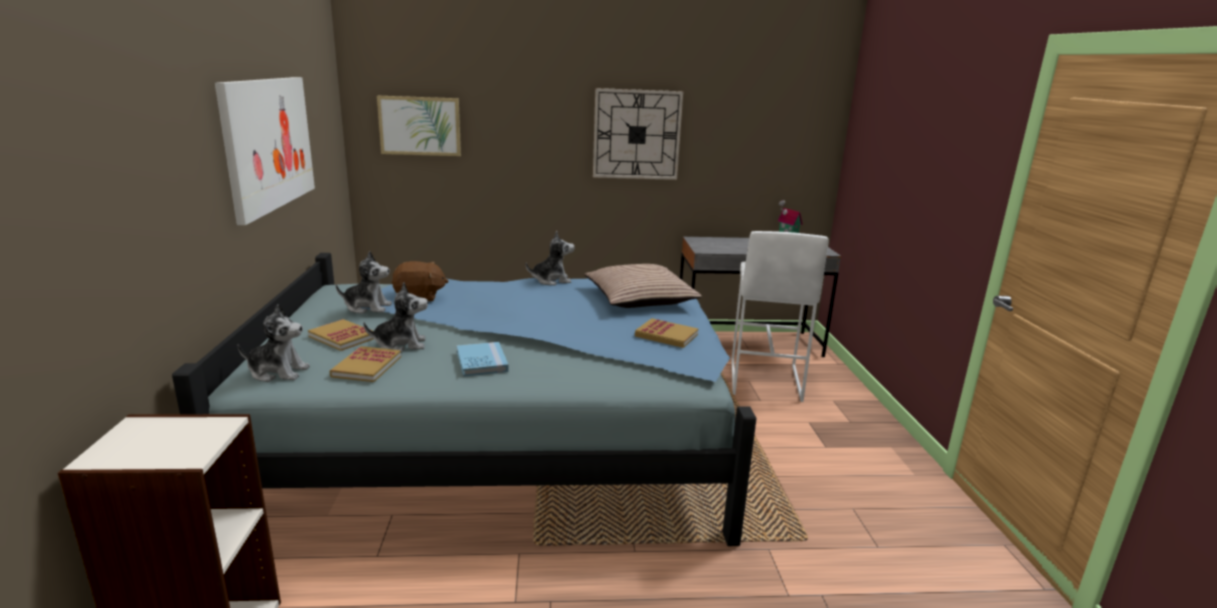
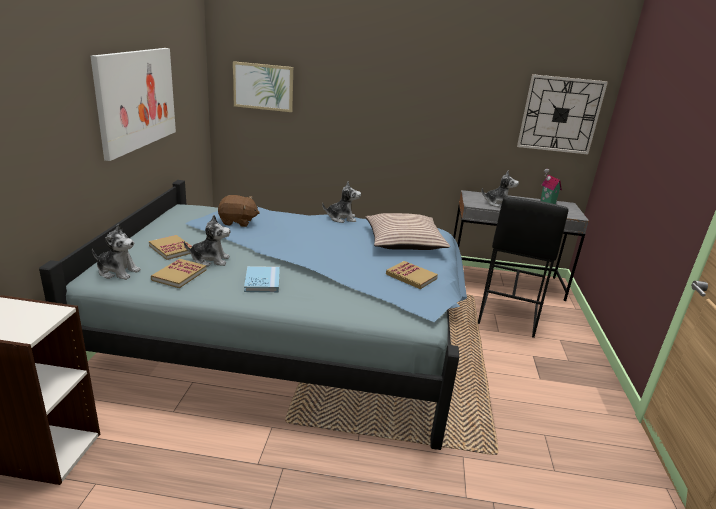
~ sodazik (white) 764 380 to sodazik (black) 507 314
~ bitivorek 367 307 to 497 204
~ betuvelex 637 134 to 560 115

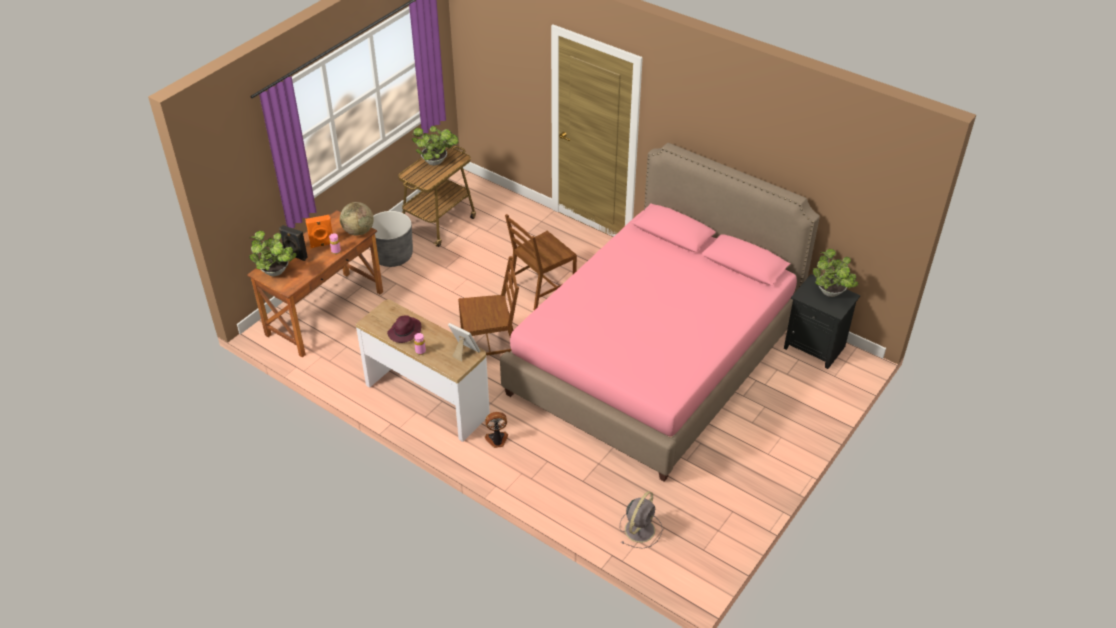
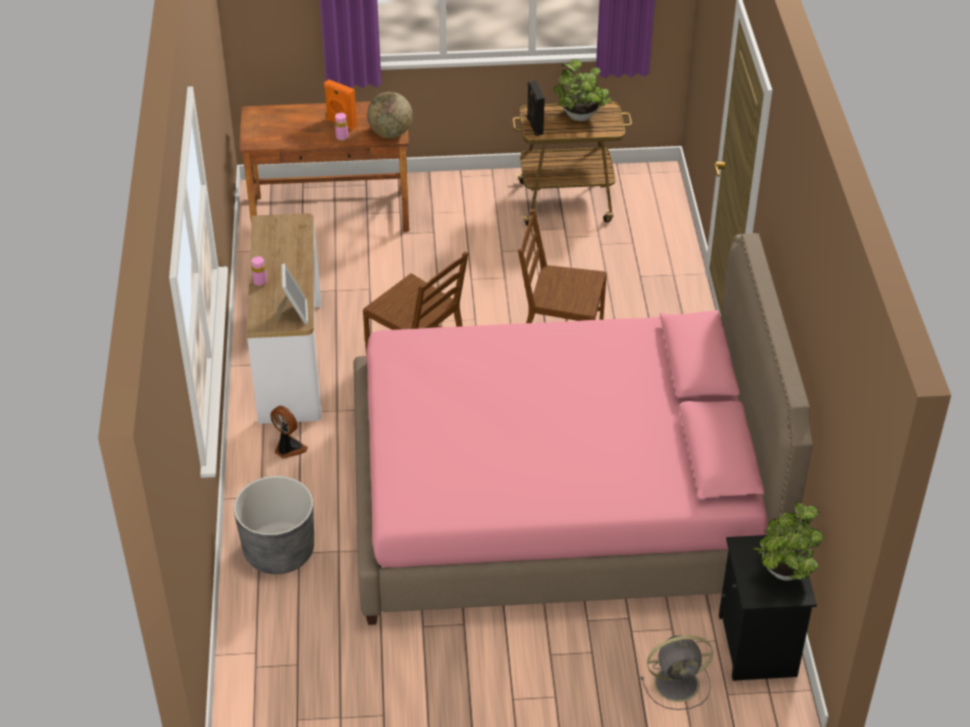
~ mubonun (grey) 392 256 to 279 551
~ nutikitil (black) 295 256 to 534 126
~ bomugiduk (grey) 640 529 to 678 683
- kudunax 277 272
- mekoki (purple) 404 332

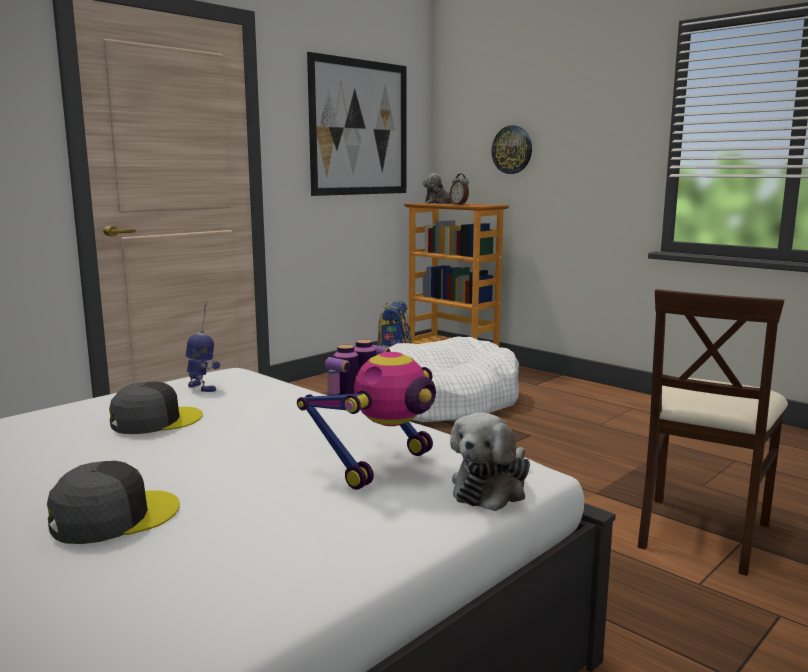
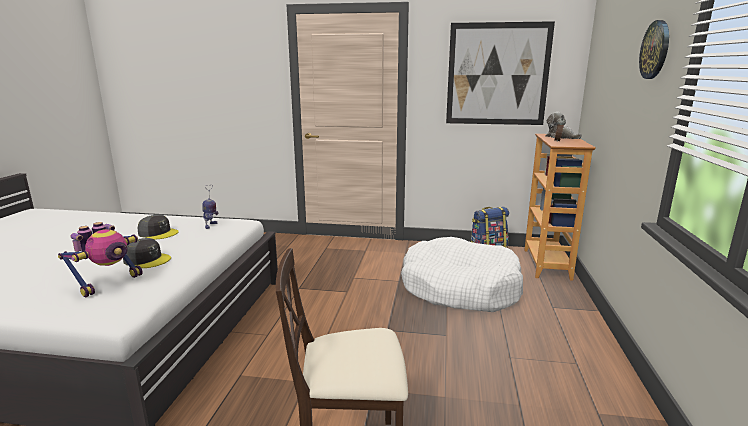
~ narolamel 378 464 = 109 283 60 degrees counterclockwise
~ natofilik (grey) 113 517 to 147 260
~ betuvelex 512 150 to 655 50
- bitivorek 491 488

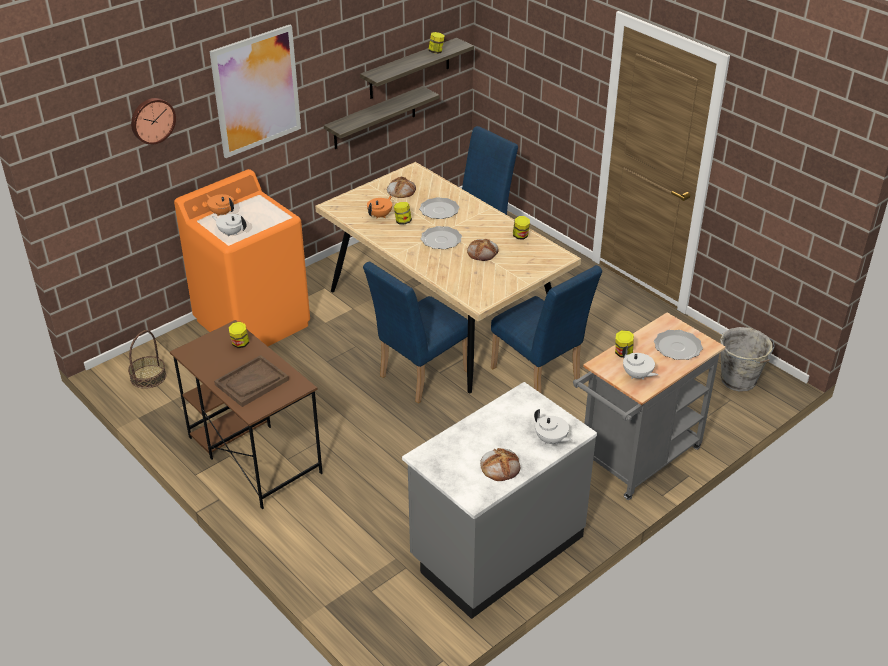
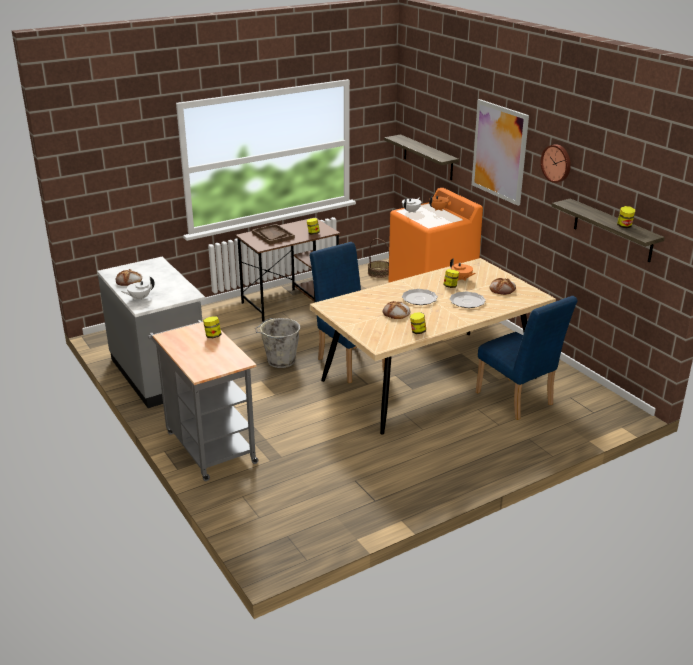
~ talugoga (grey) 739 381 to 280 361
~ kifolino 374 118 to 428 157
~ betuvelex 152 120 to 557 163
- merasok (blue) 539 377
- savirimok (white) 637 375
- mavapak 678 347

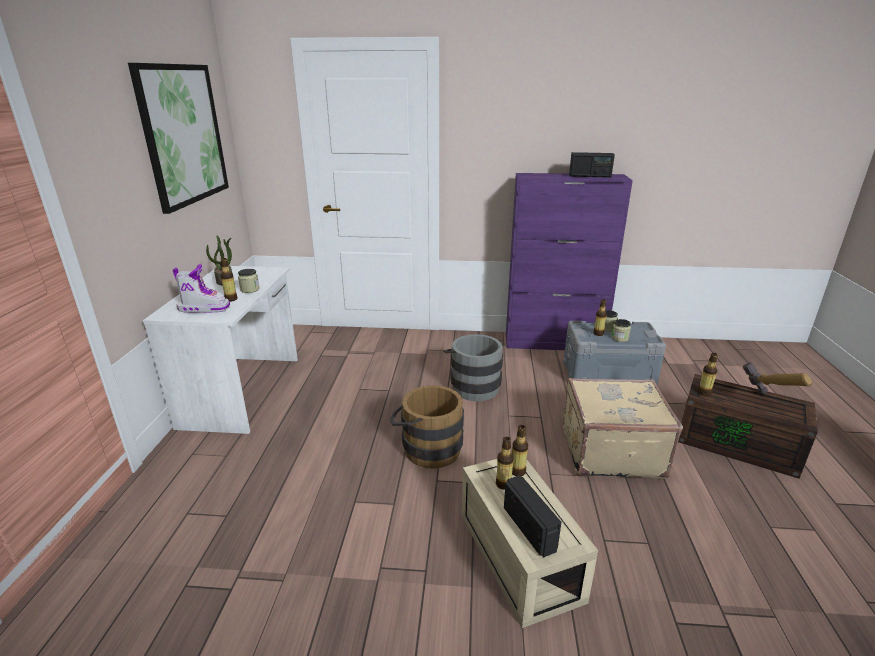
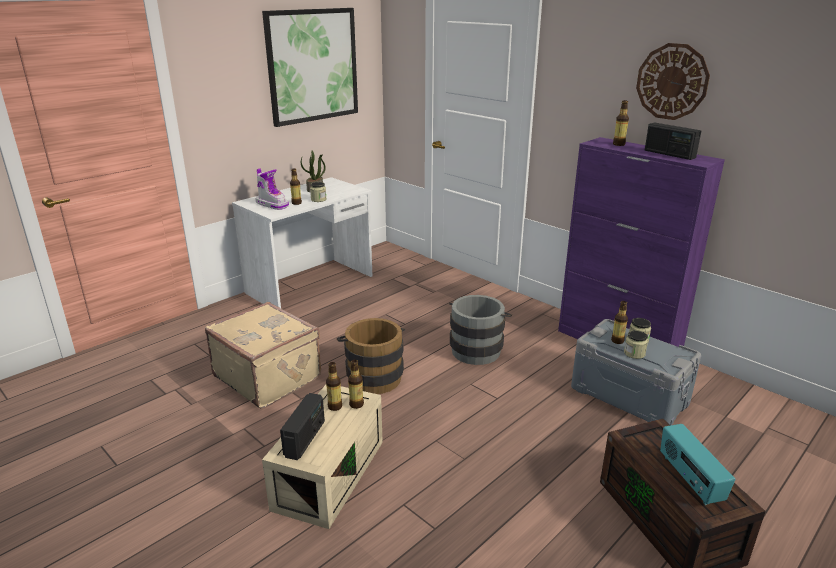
~ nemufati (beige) 610 451 to 269 376
~ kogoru 704 392 to 618 144
+ betuvelex 672 81
~ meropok 764 404 to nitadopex 689 479

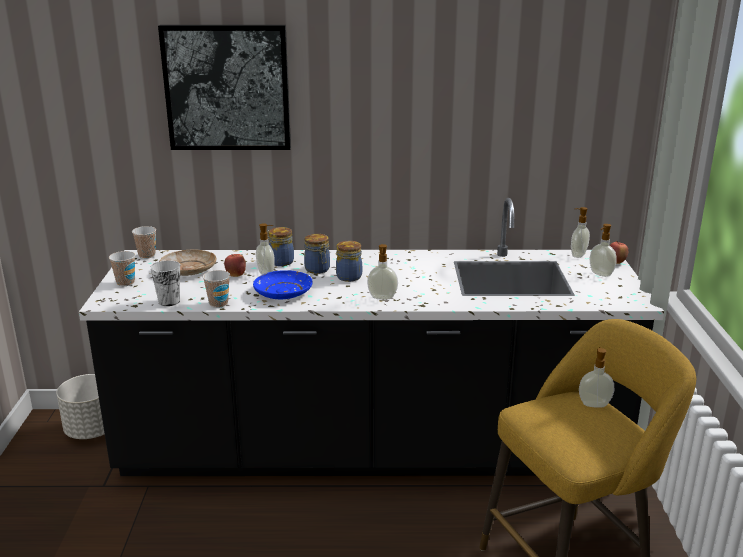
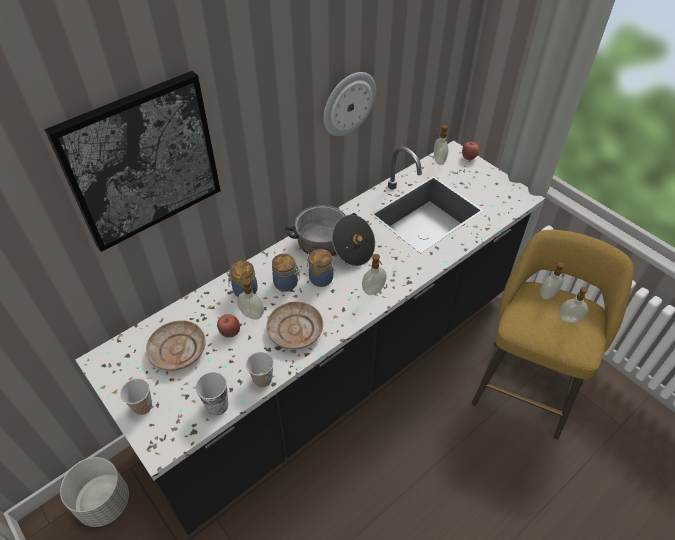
~ mavapak (blue) 283 292 to mavapak (beige) 295 330
+ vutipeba 333 246
+ betuvelex 348 103
~ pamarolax 600 274 to 569 319
- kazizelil 147 255

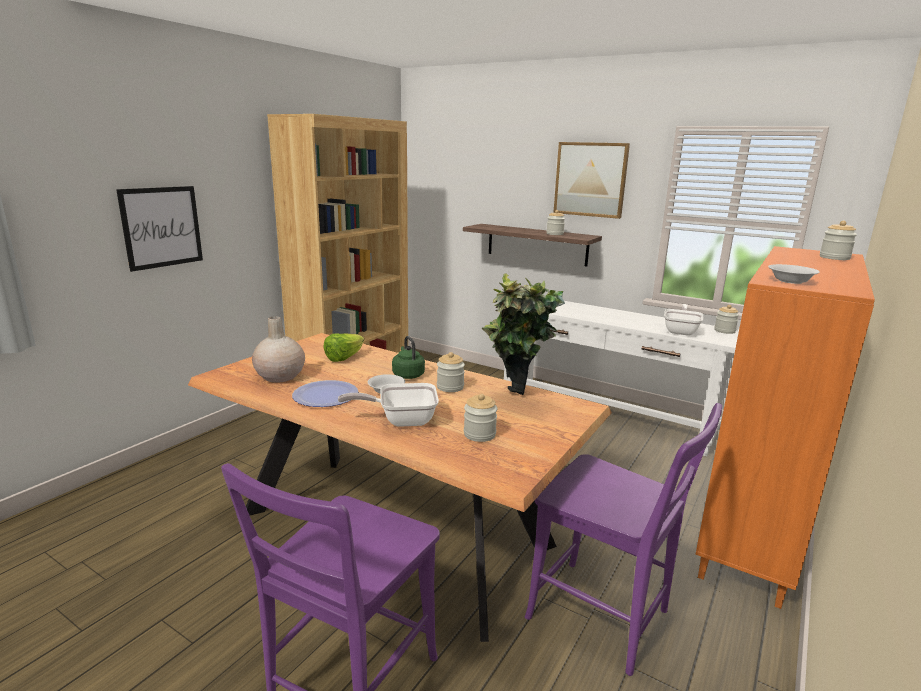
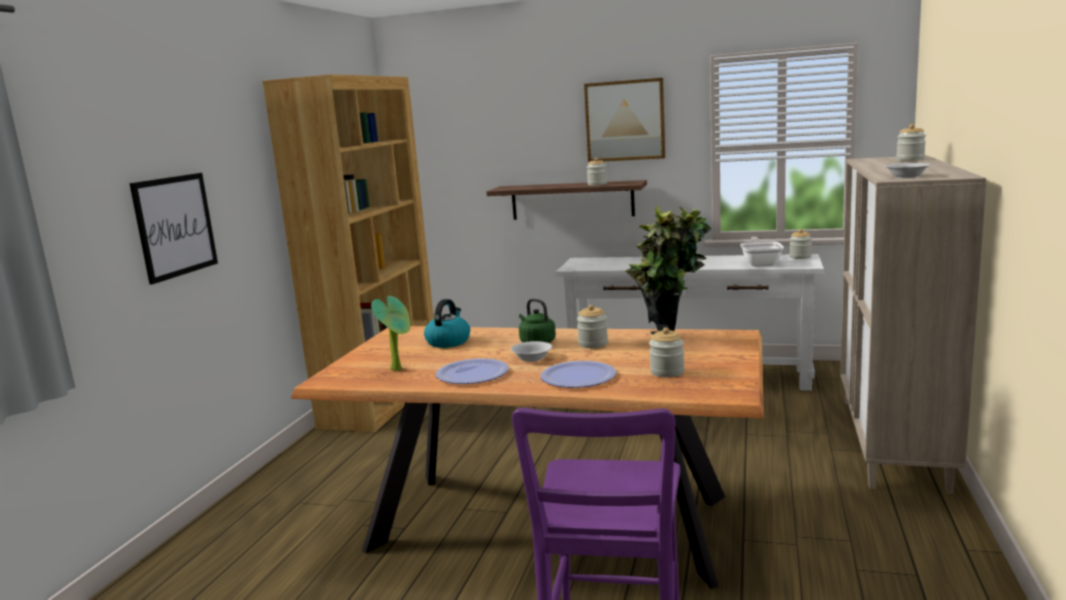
~ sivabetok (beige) 280 377 to kudunax 399 369
~ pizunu 344 358 to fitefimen 448 341
~ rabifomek 401 420 to mavapak 578 376
~ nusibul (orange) 752 532 to nusibul (beige) 892 442
- merasok (purple) 605 618

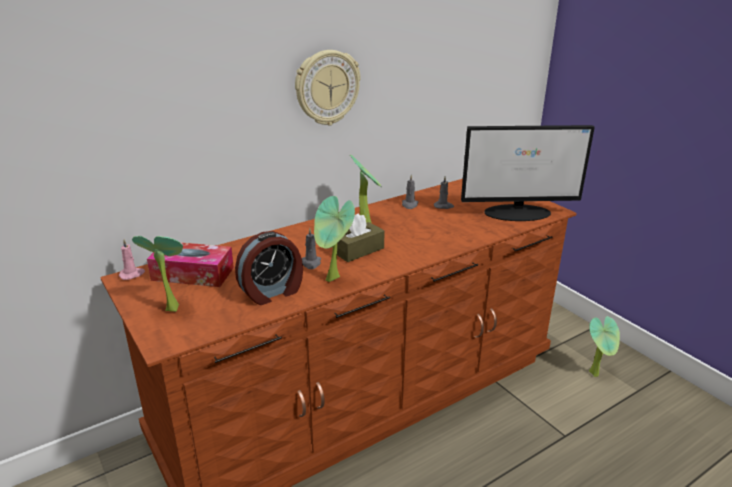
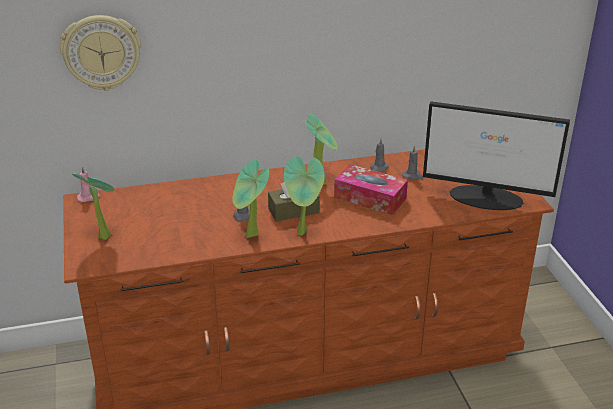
~ betuvelex 327 87 to 101 52
~ kudunax 596 374 to 303 233
~ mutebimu 193 274 to 370 198
- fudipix 272 292

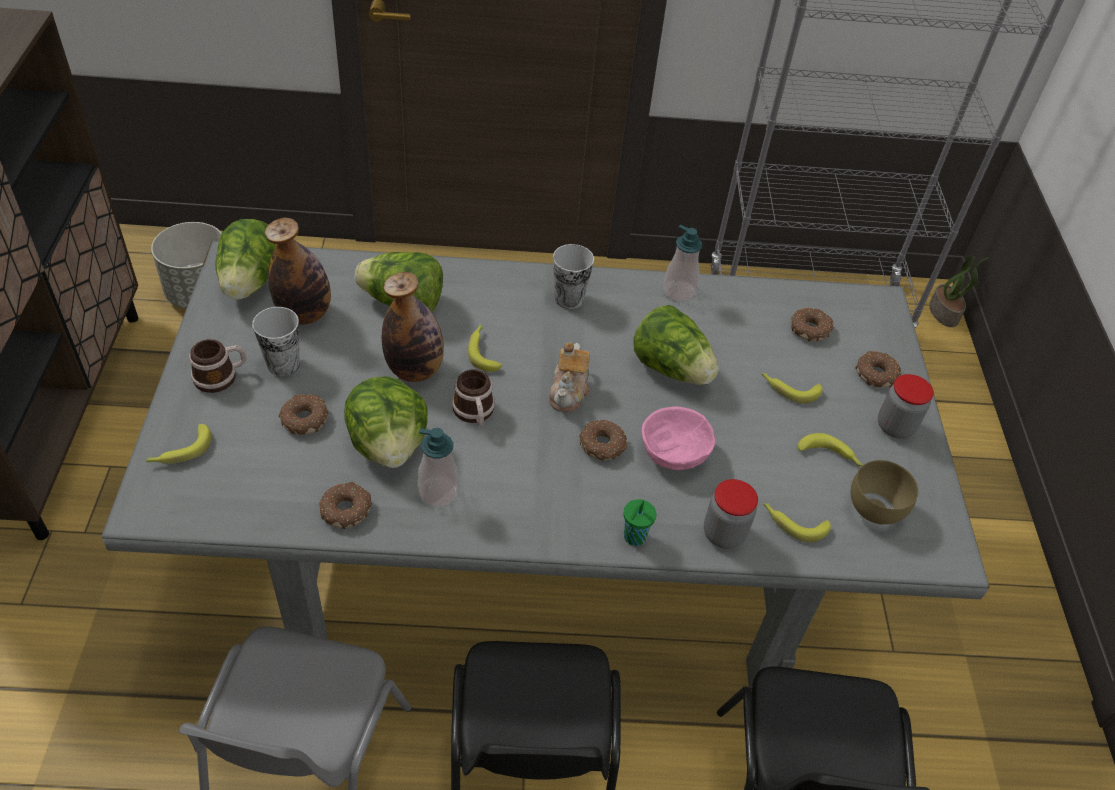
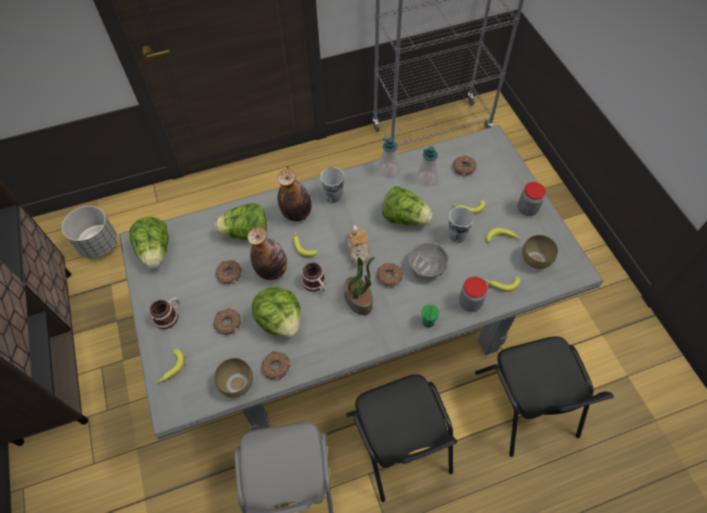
+ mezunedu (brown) 238 382
~ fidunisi 875 374 to 229 273
~ kogoru 304 313 to 297 213
~ kudunax 944 313 to 359 300
~ mezunedu (pink) 674 453 to mezunedu (grey) 427 267
~ pamarolax 438 492 to 426 179
~ kazizelil 283 364 to 457 235

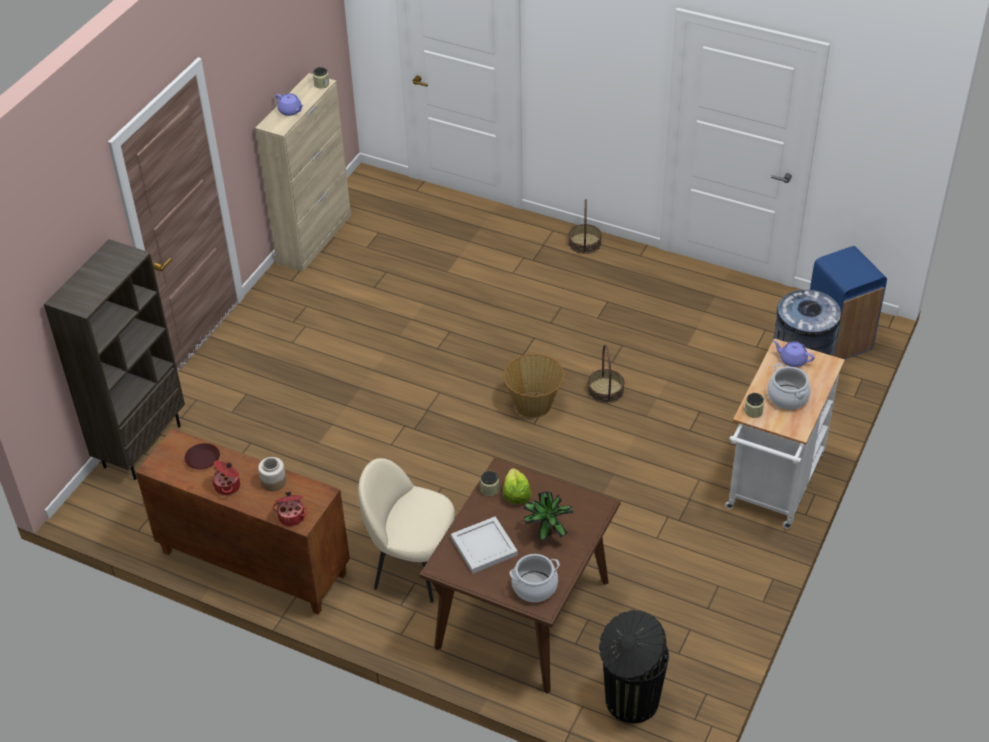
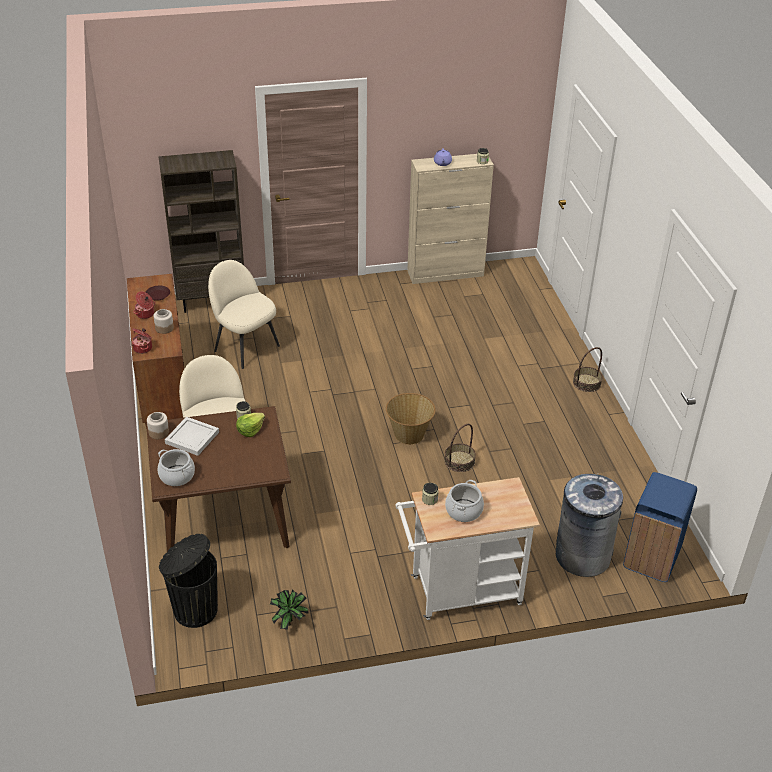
+ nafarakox 158 432
+ merasok (beige) 245 347
~ kudunax 546 532 to 289 622
- savirimok (purple) 792 360

